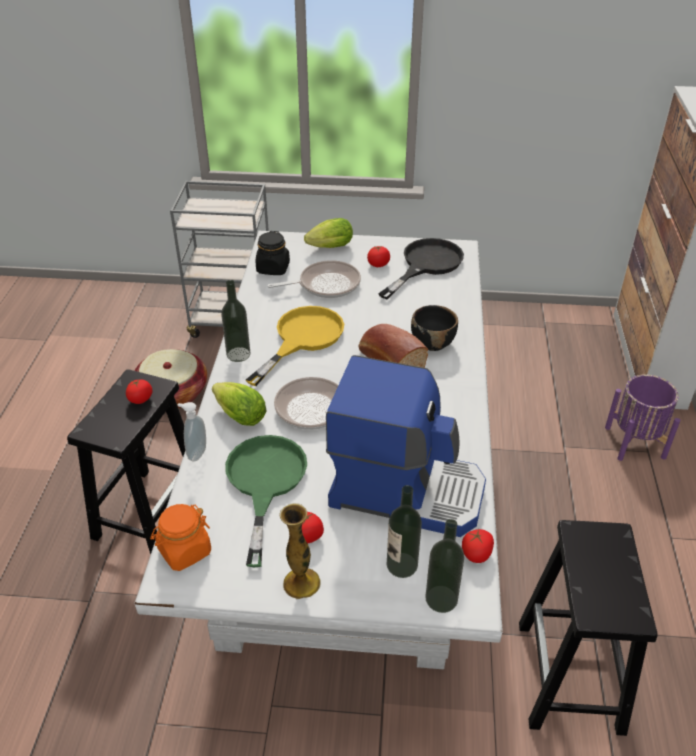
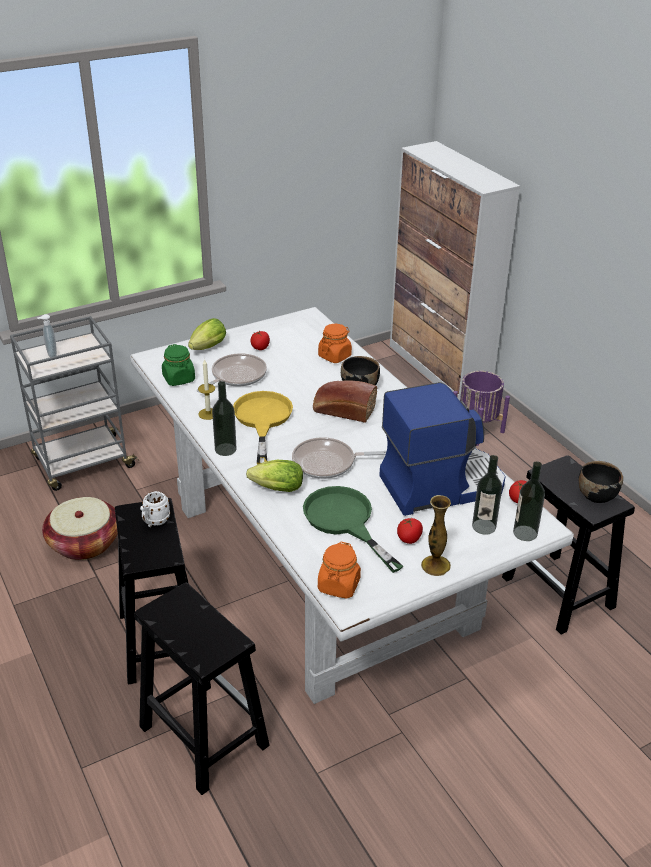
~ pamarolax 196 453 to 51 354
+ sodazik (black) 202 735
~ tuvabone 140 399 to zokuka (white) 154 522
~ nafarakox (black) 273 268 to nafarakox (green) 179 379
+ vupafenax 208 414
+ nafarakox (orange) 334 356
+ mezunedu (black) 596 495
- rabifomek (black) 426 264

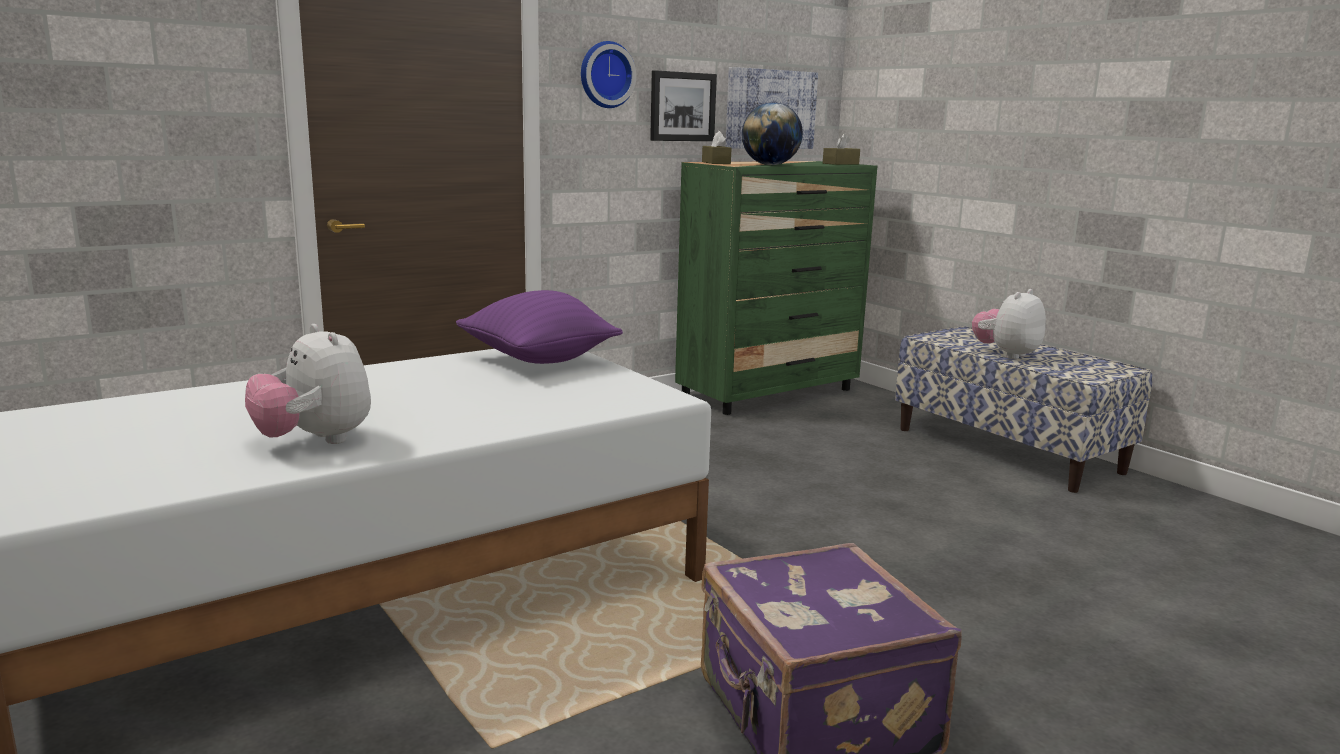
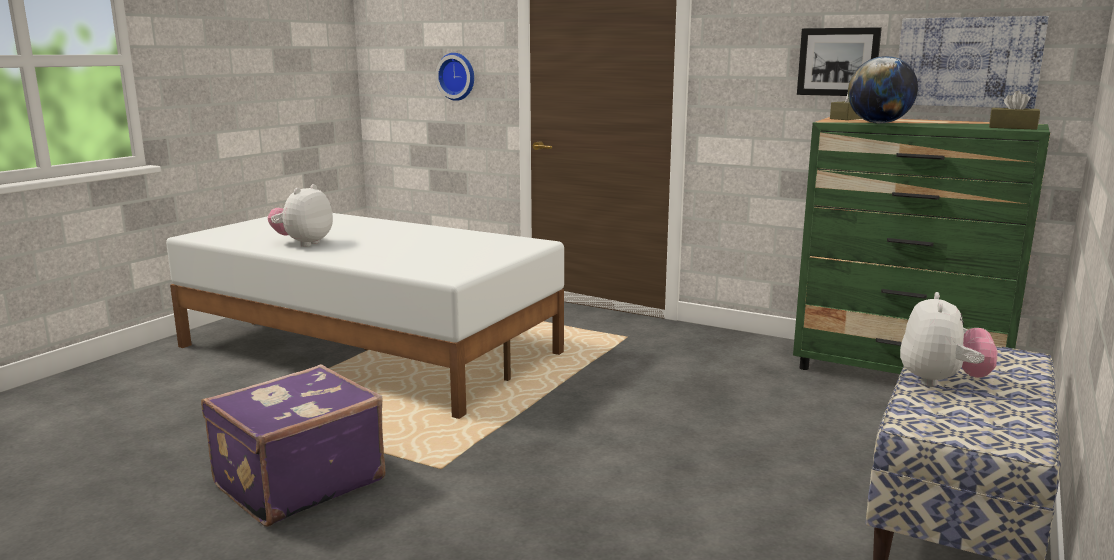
~ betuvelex 605 75 to 457 76
~ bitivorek 1006 355 = 941 382 90 degrees clockwise
- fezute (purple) 538 361

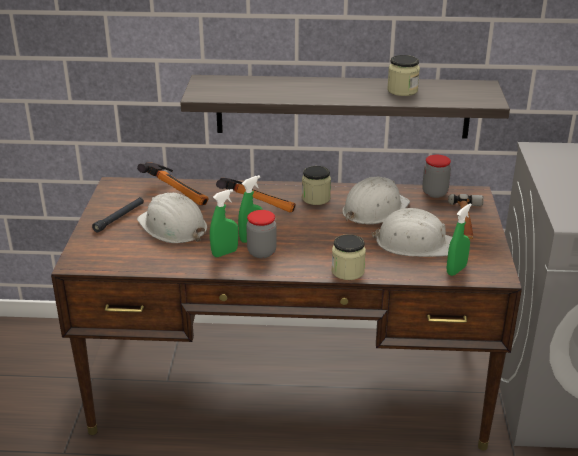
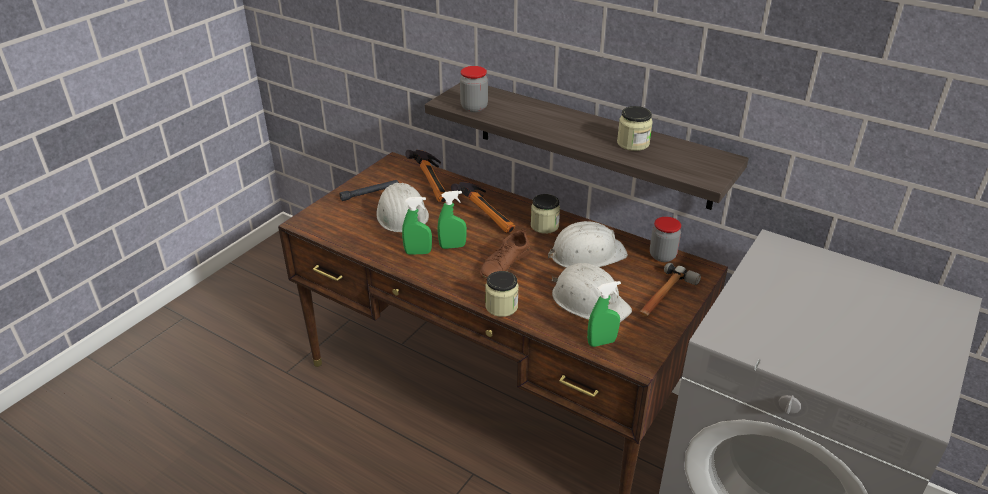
~ nafarakox 261 252 to 474 107
+ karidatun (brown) 504 264

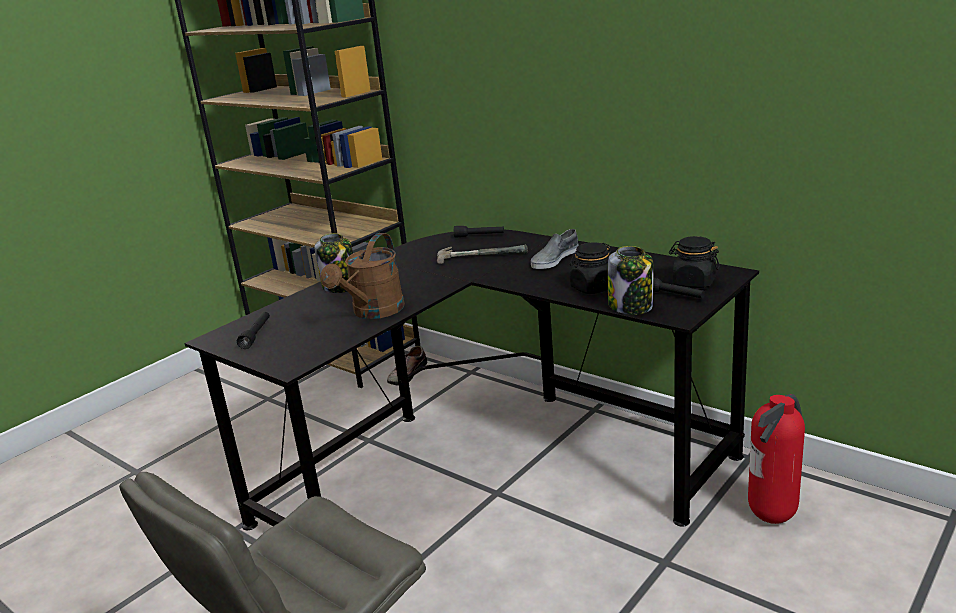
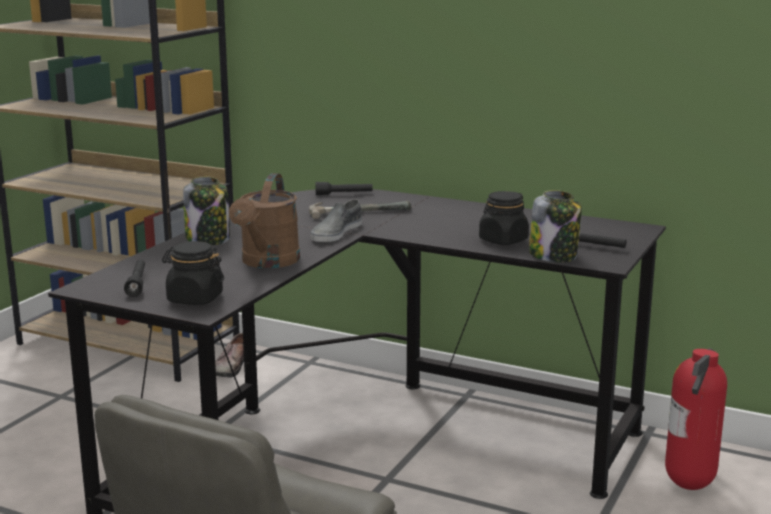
~ nafarakox (black) 693 282 to 194 298
~ karidatun (grey) 554 259 to 336 232

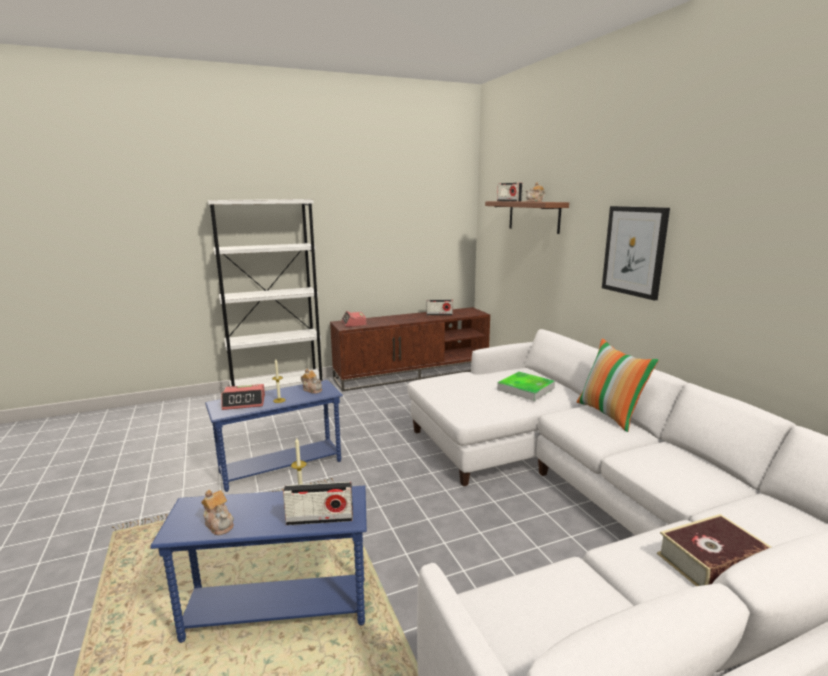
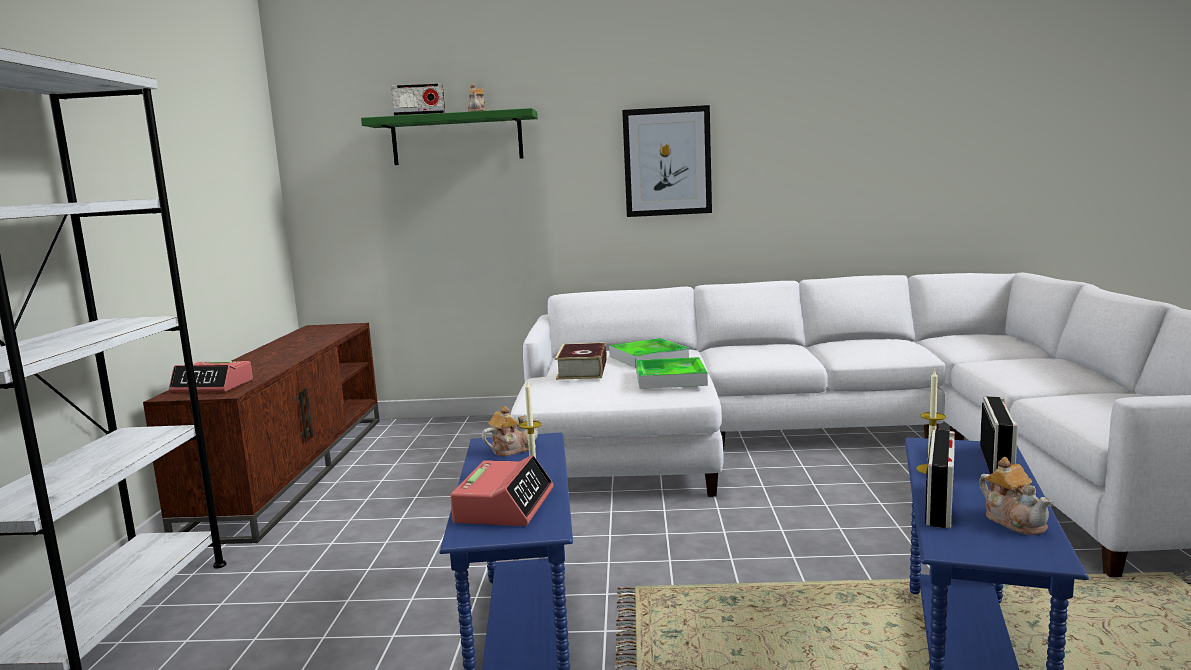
~ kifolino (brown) 533 216 to kifolino (green) 457 139
~ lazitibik 711 562 to 582 370
+ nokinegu 670 378
~ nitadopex 439 314 to 939 505
~ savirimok 219 524 = 1014 521 90 degrees clockwise
- fezute 610 414

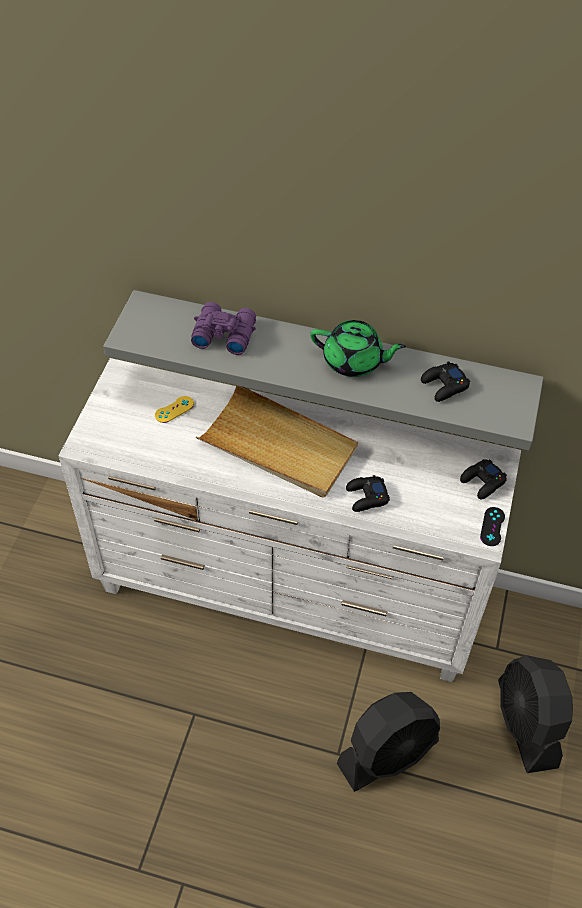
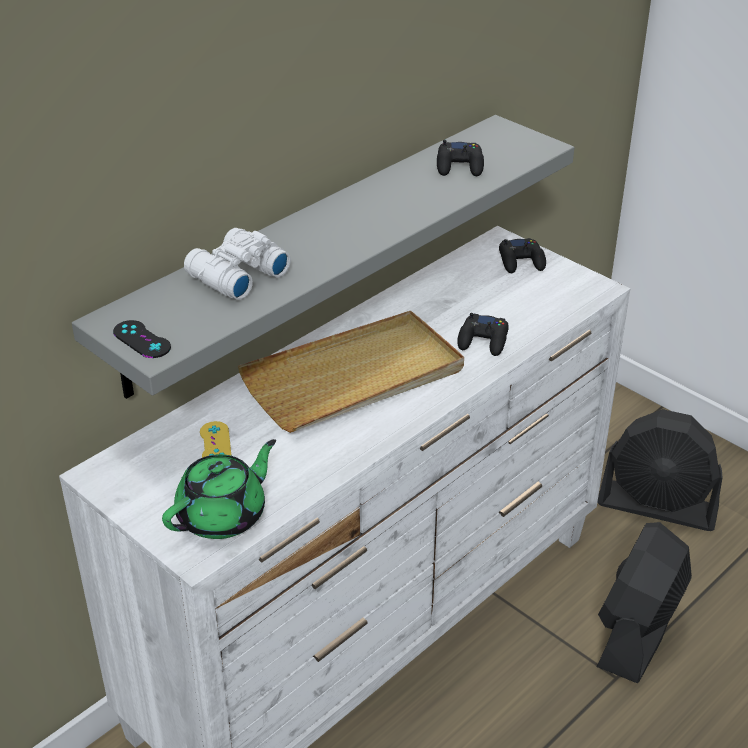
~ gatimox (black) 492 526 to 142 339
~ savirimok (green) 354 361 to 223 515
~ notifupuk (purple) 223 334 to notifupuk (white) 235 275
~ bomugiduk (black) 388 753 = 637 632 150 degrees counterclockwise

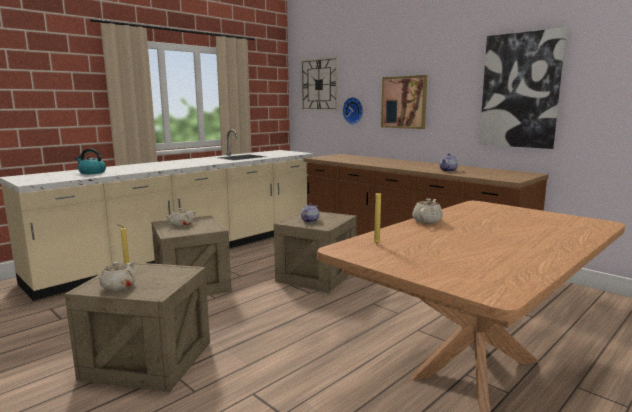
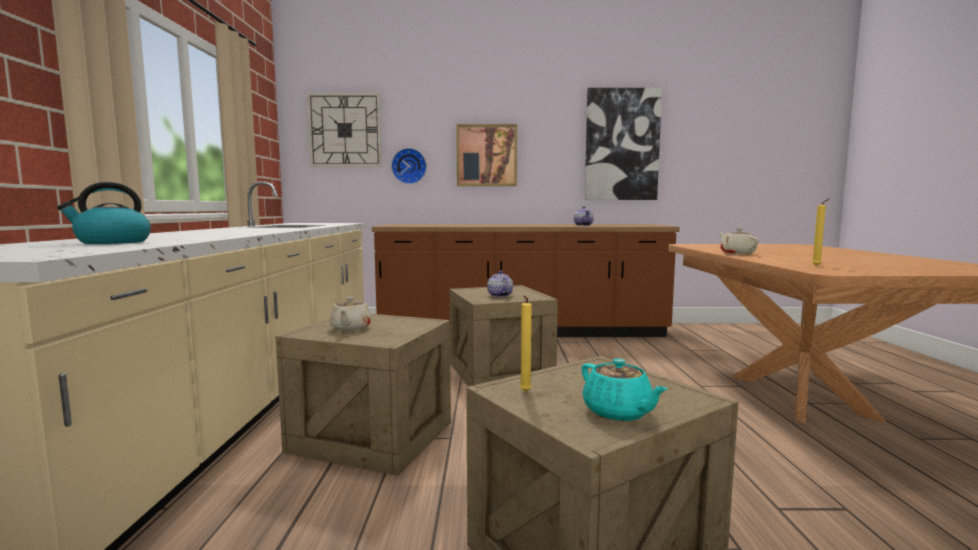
~ savirimok (beige) 117 287 to savirimok (turquoise) 618 412

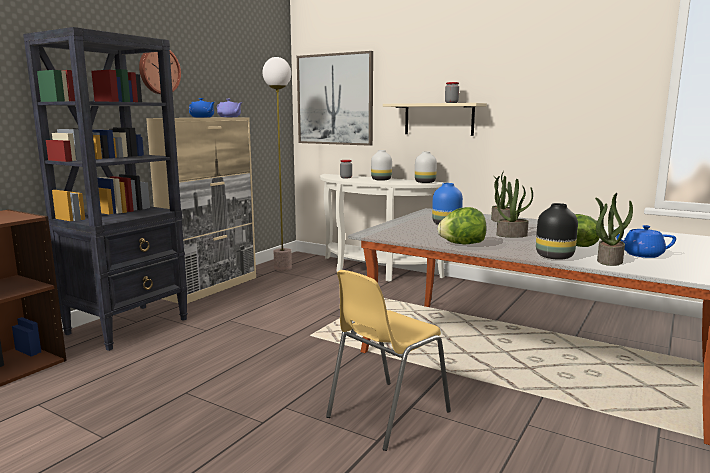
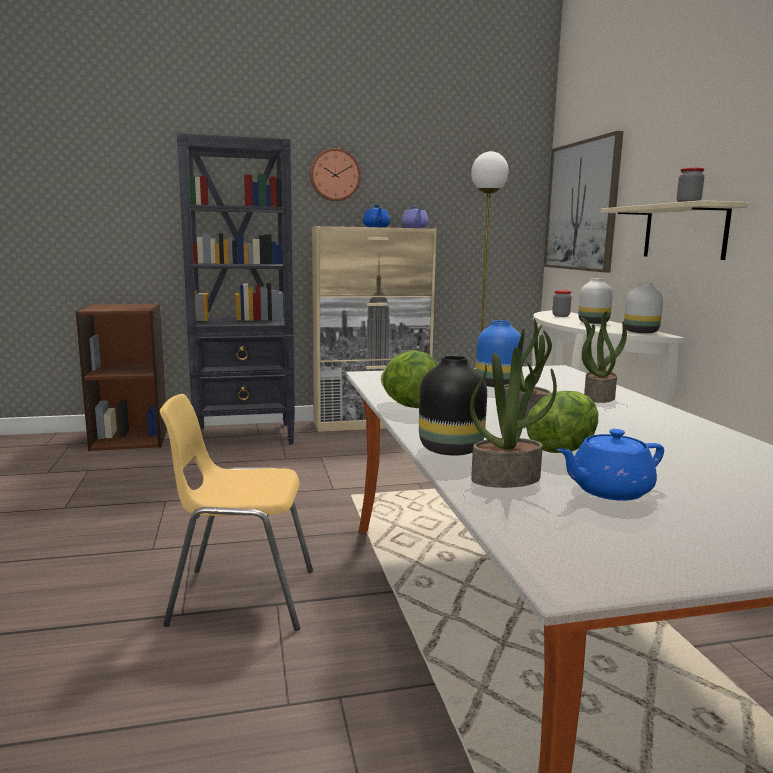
~ savirimok (blue) 641 254 = 608 490 75 degrees counterclockwise

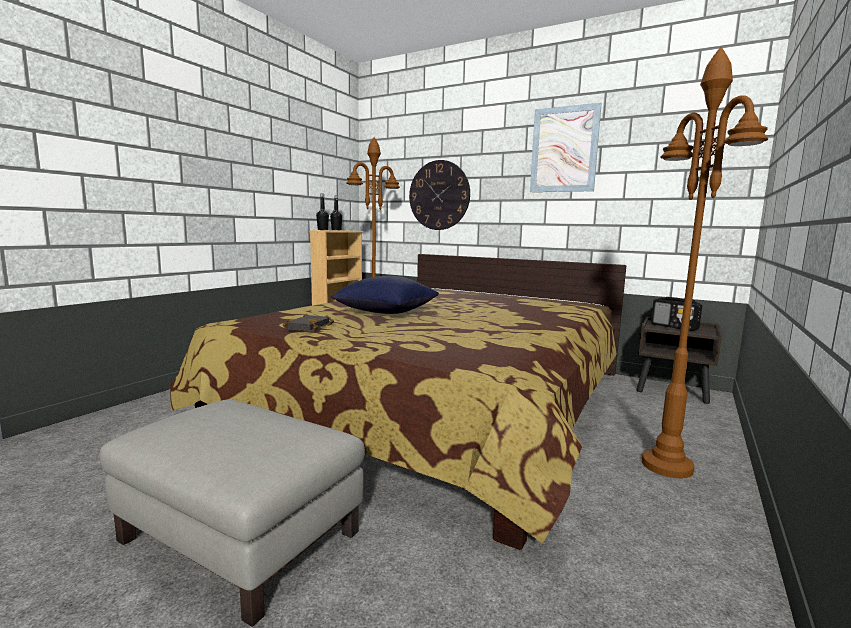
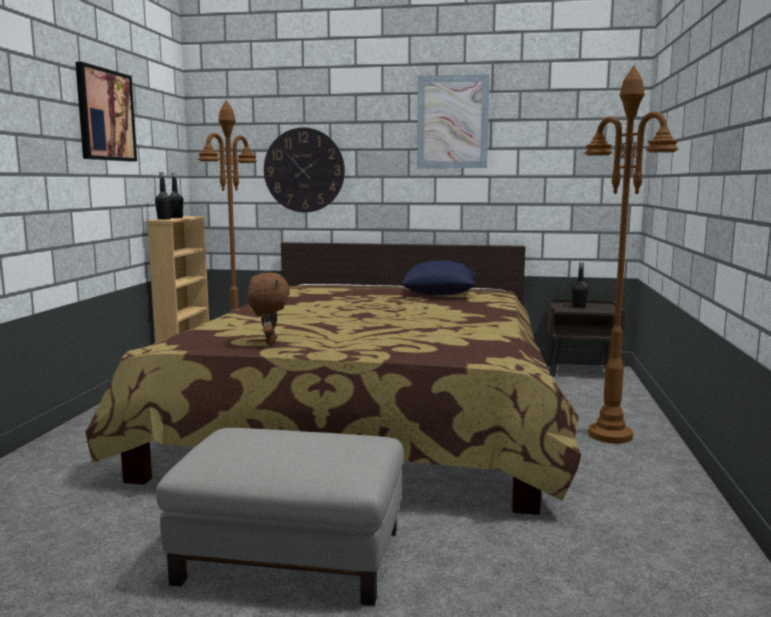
+ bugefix 105 115
~ lazitibik (black) 308 327 to bitivorek (brown) 269 342
~ fezute (blue) 386 312 to 438 294
~ nitadopex 674 327 to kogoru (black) 579 307

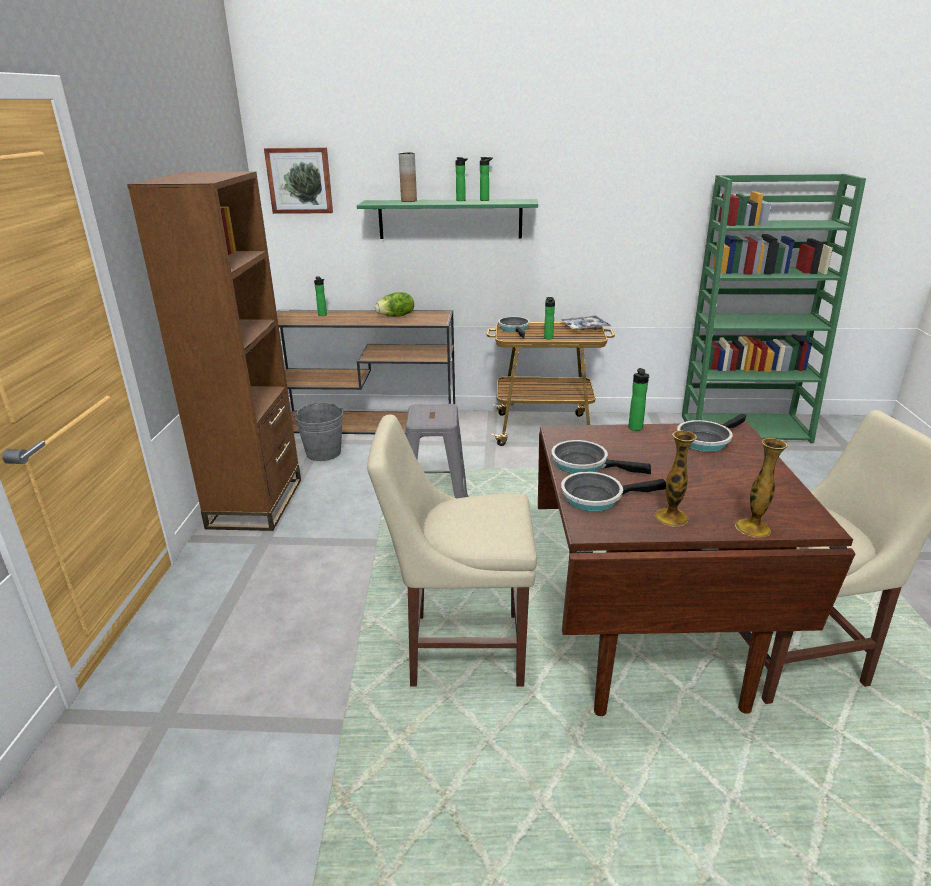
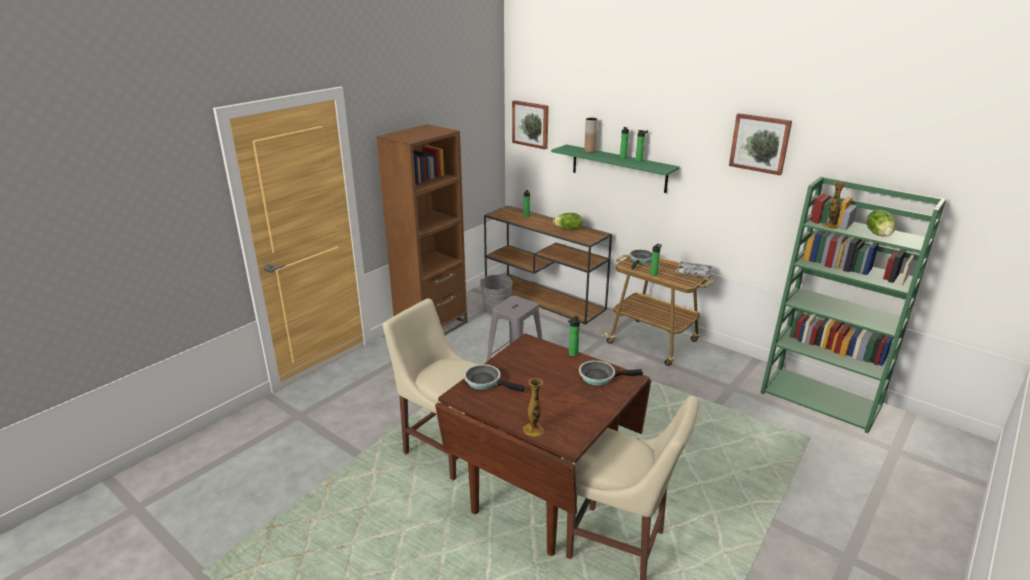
+ bugefix 760 143
~ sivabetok 671 517 to 830 226
+ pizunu 879 234
- rabifomek 584 464

